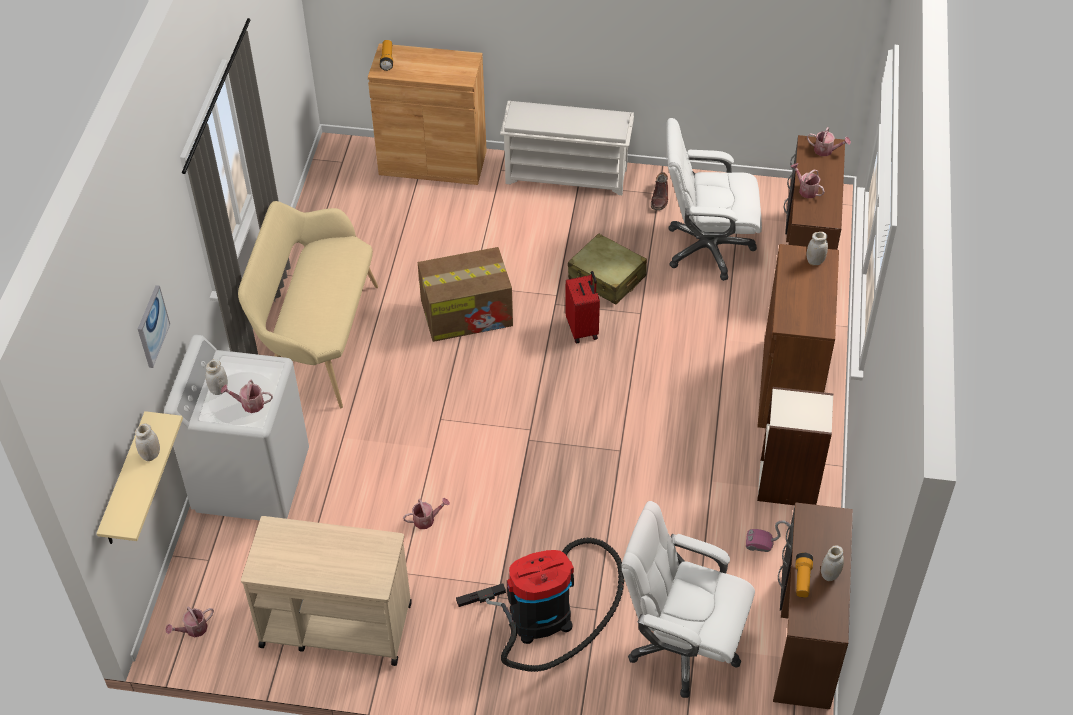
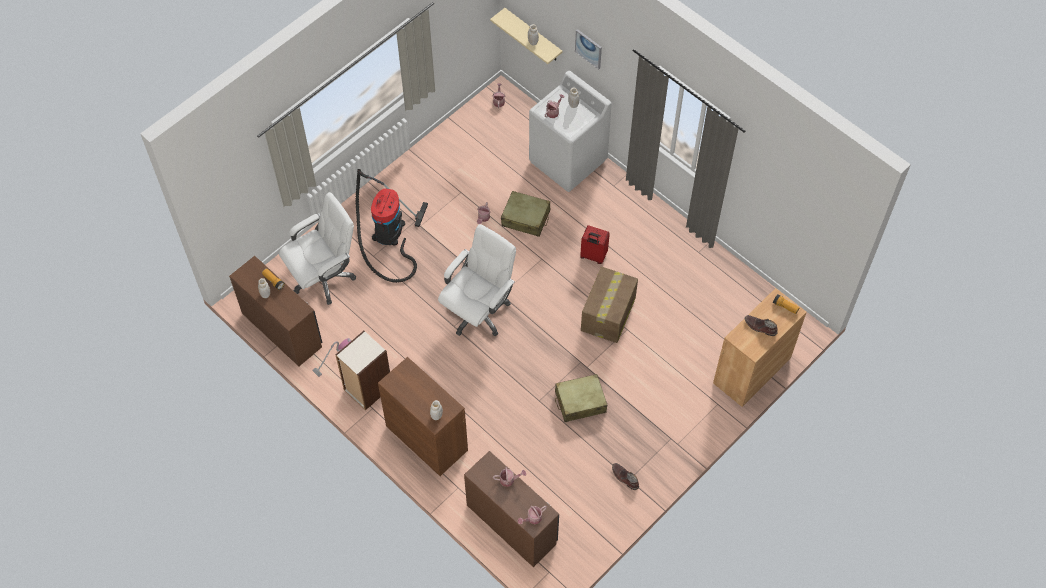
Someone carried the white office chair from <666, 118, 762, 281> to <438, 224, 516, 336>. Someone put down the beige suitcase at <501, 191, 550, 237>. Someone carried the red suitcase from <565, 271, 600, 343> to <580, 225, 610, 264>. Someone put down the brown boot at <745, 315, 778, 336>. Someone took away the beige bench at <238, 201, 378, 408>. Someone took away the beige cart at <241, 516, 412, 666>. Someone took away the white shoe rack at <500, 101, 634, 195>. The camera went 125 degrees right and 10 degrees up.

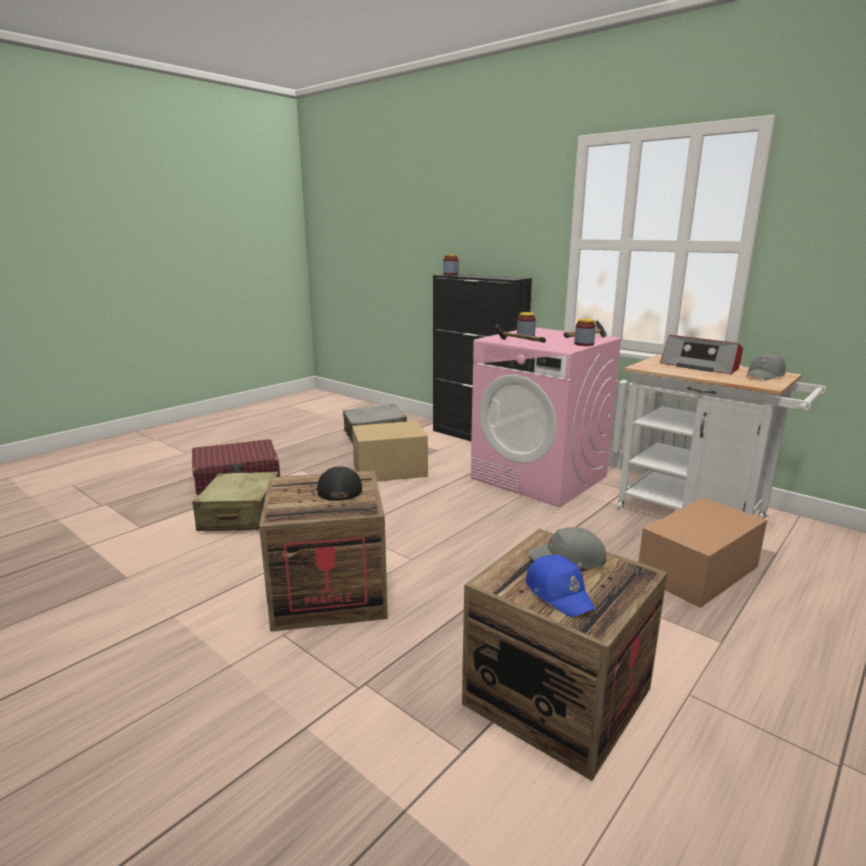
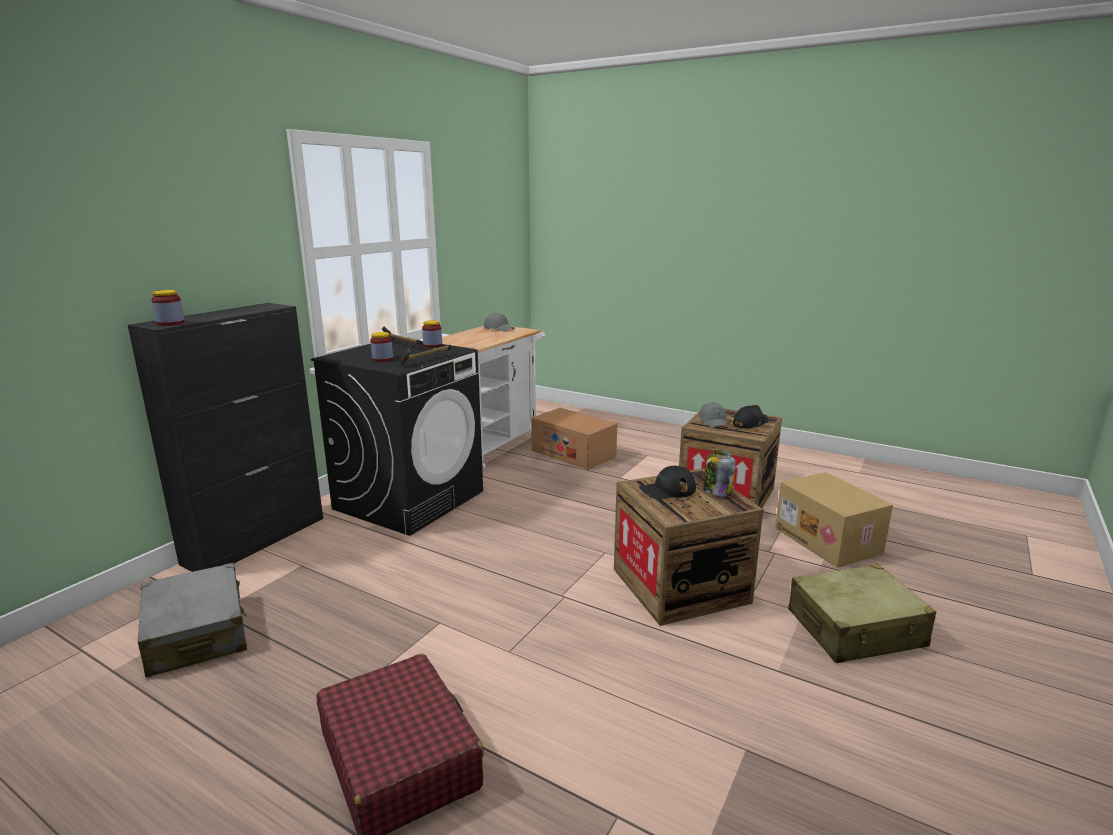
Someone repainted the pink washing machine at <471, 328, 623, 507>, which became the black washing machine at <311, 338, 483, 536>. Someone put down the jar at <703, 450, 735, 497>. Someone repainted the blue cap at <526, 555, 596, 617>, which became the black cap at <733, 405, 769, 429>. Someone carried the cardboard box from <352, 421, 428, 482> to <775, 472, 893, 568>. Someone carried the beige suitcase from <192, 472, 279, 531> to <788, 564, 936, 663>. Someone took away the radio at <660, 335, 743, 374>. The camera went 100 degrees left and 0 degrees up.

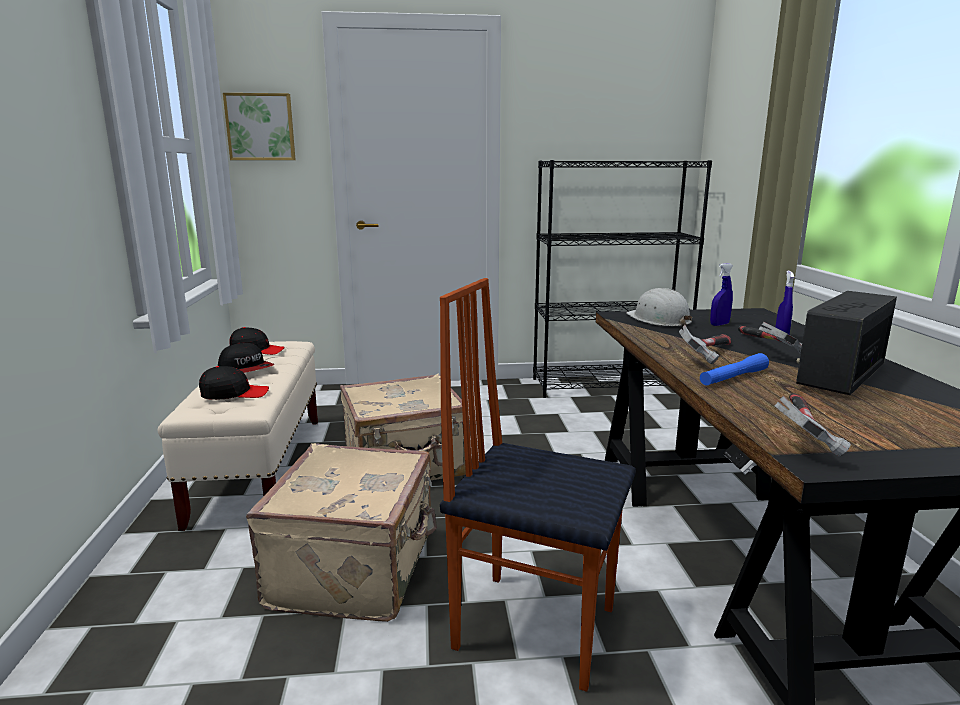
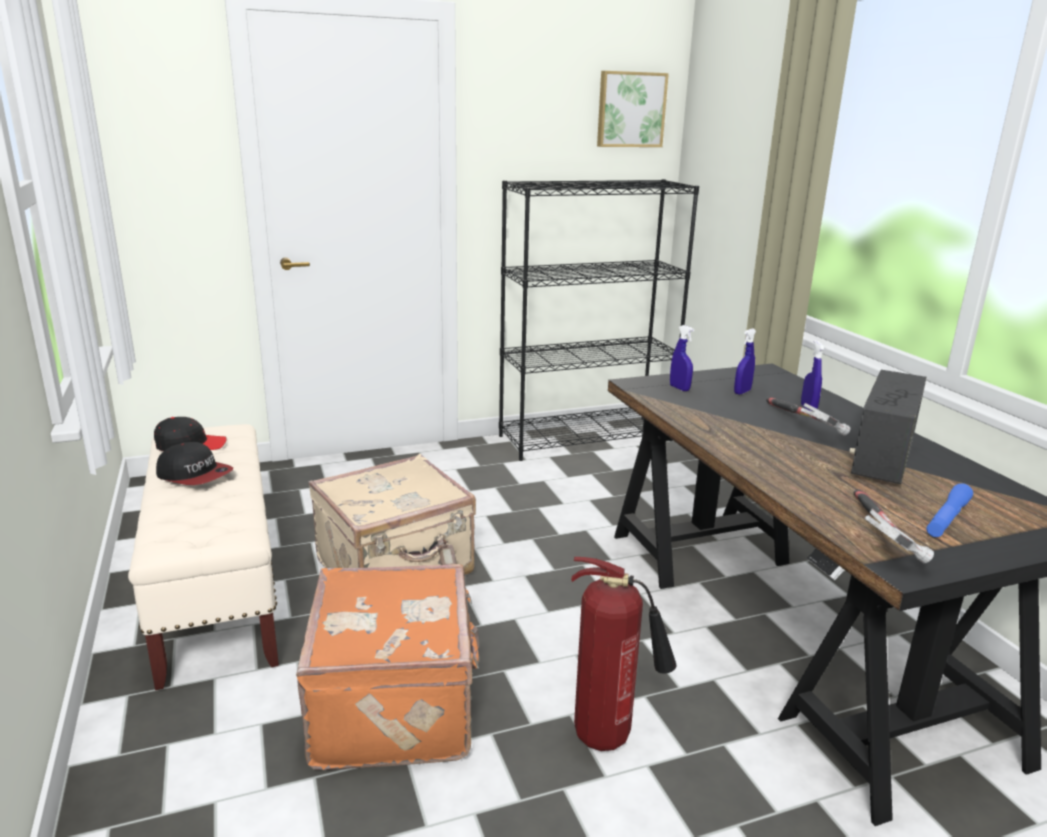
Someone repainted the beige suitcase at <246, 443, 437, 622>, which became the orange suitcase at <296, 564, 479, 770>. Someone swapped the chair at <440, 278, 636, 692> for the fire extinguisher at <571, 557, 677, 751>. Someone carried the picture from <223, 93, 296, 160> to <597, 71, 669, 147>. Someone swapped the white hard hat at <626, 288, 692, 327> for the blue spray bottle at <670, 325, 694, 391>. Someone carried the blue flashlight from <700, 353, 769, 386> to <926, 483, 973, 537>. Someone took away the black cap at <199, 366, 269, 400>. Someone took away the hammer at <679, 325, 732, 364>. The camera went 15 degrees left and 5 degrees up.

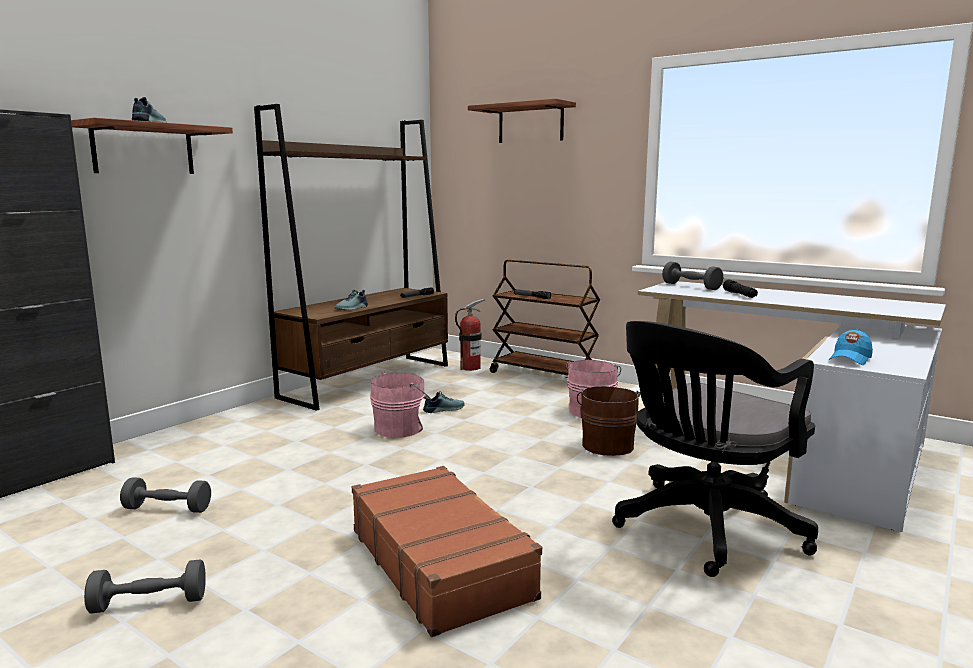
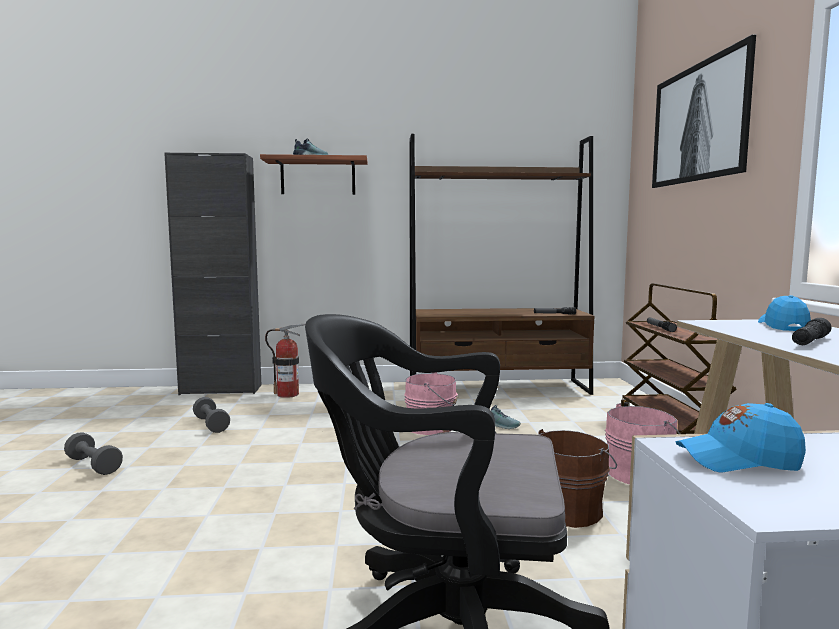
Someone carried the fire extinguisher from <455, 299, 485, 371> to <265, 323, 306, 398>. Someone swapped the shelf at <468, 99, 576, 143> for the picture at <652, 35, 756, 188>. Someone swapped the grey dumbbell at <662, 261, 723, 290> for the blue cap at <758, 295, 811, 331>. Someone took away the shoe at <335, 290, 368, 310>. Someone took away the brown suitcase at <352, 466, 542, 637>. The camera went 50 degrees right and 5 degrees down.

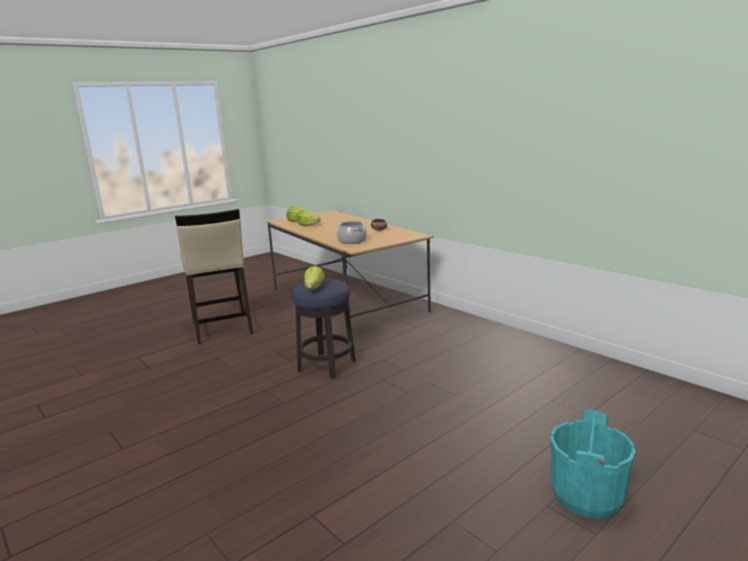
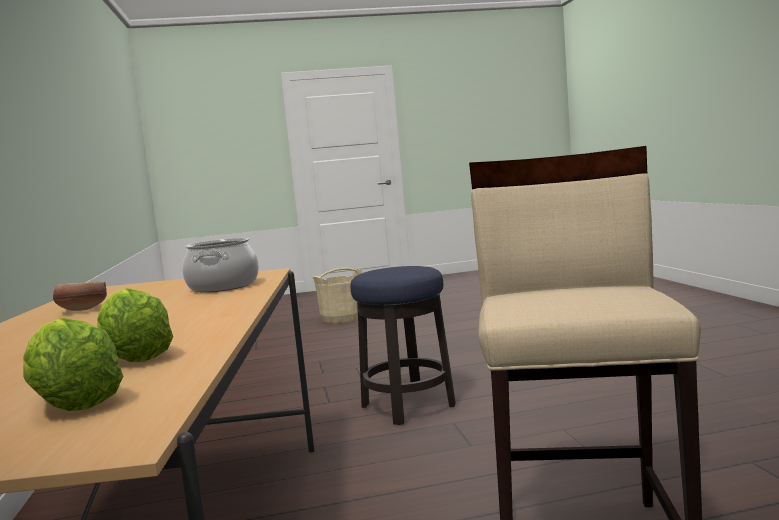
Someone repainted the turquoise bucket at <550, 409, 636, 518>, which became the beige bucket at <313, 268, 362, 323>. Someone took away the lettuce at <304, 266, 325, 290>. The camera went 150 degrees left and 10 degrees down.

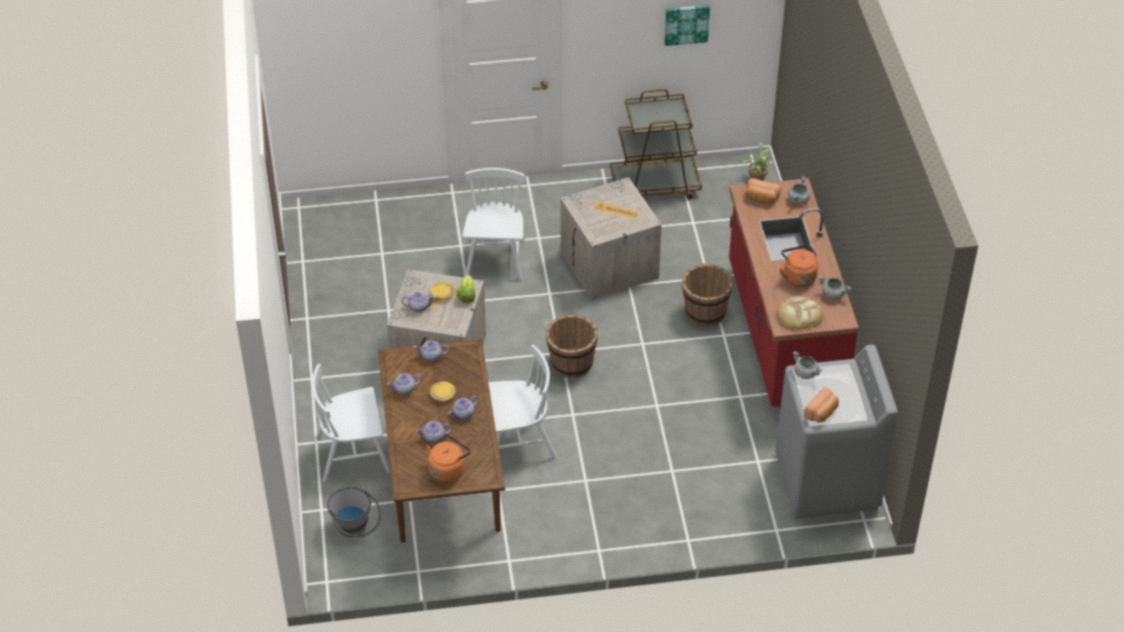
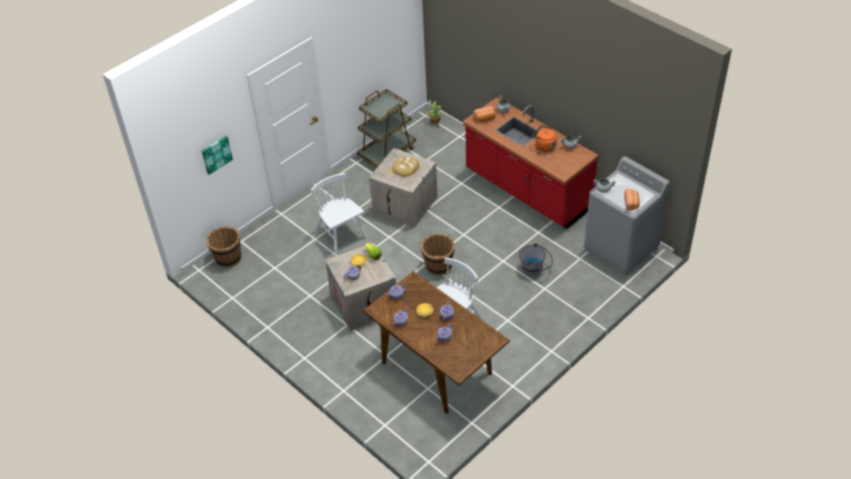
Someone carried the picture from <664, 5, 710, 46> to <202, 136, 233, 175>. Someone carried the brown bucket from <682, 264, 733, 327> to <206, 226, 241, 267>. Someone carried the bread from <777, 296, 824, 330> to <393, 157, 419, 176>. Someone carried the grey bucket from <327, 487, 381, 537> to <519, 243, 553, 276>. Someone took away the white chair at <312, 364, 390, 482>. Someone took away the orange kettle at <426, 435, 471, 483>. The camera went 35 degrees left and 0 degrees up.

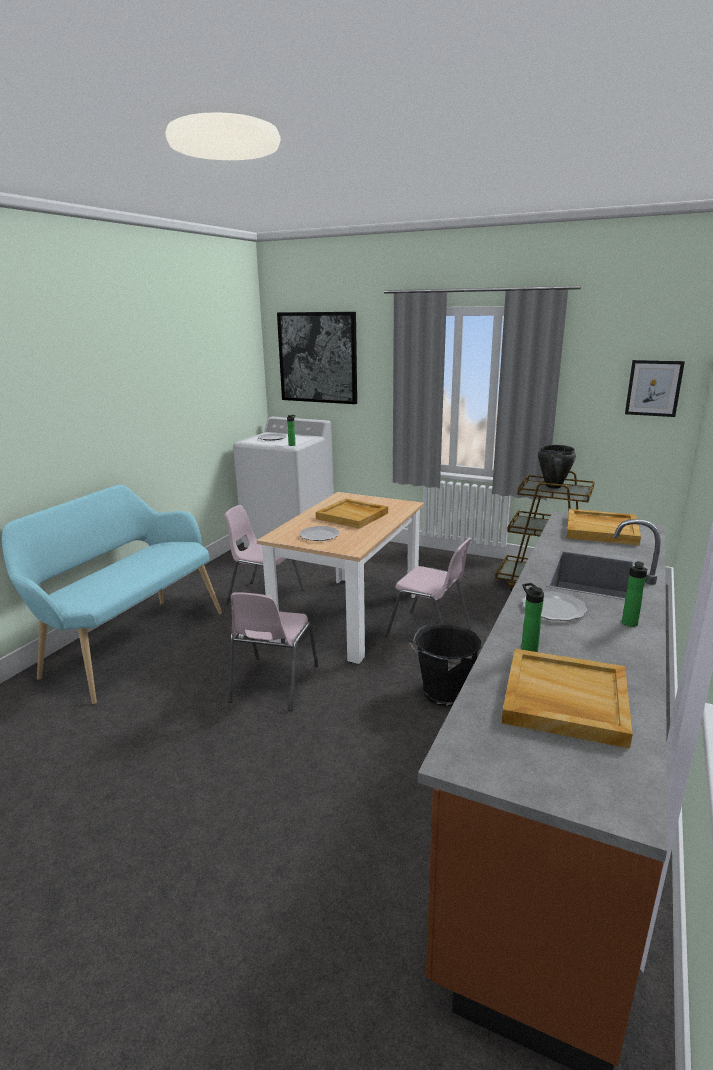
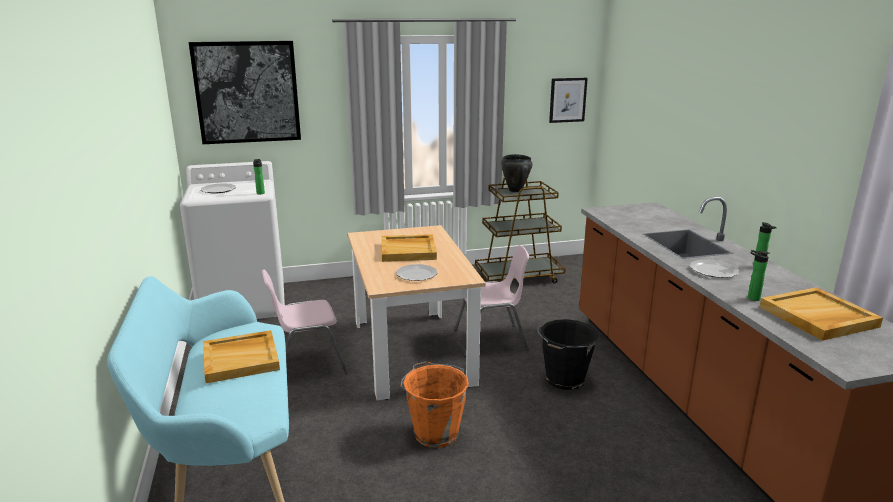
Someone carried the beige tray from <567, 509, 641, 546> to <203, 330, 280, 383>. Someone swapped the pink chair at <228, 592, 319, 711> for the orange bucket at <400, 361, 469, 448>. The camera went 40 degrees left and 0 degrees up.

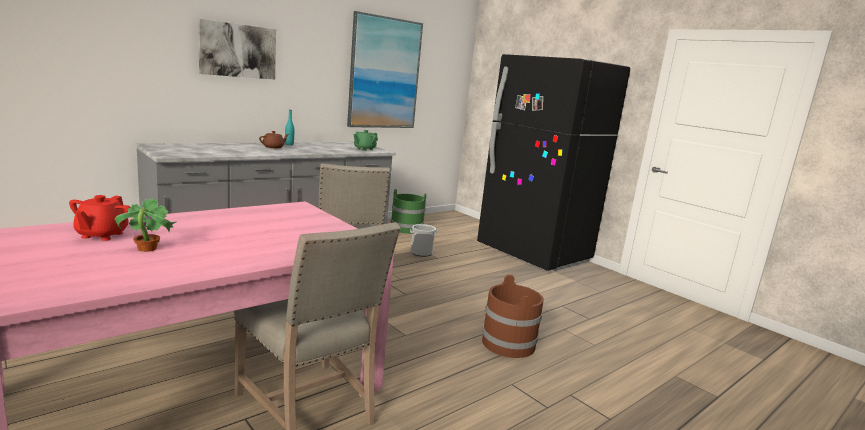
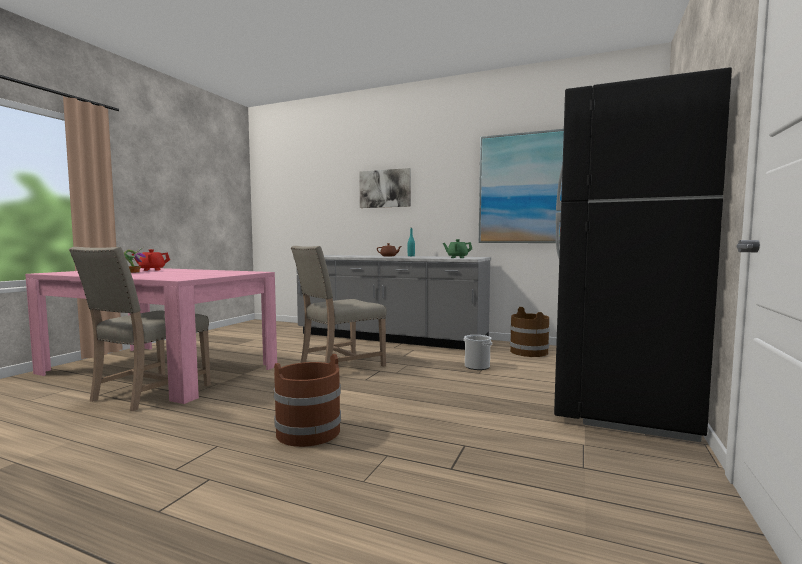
Someone repainted the green bucket at <391, 189, 426, 234>, which became the brown bucket at <510, 307, 550, 357>. The camera went 65 degrees right and 10 degrees down.

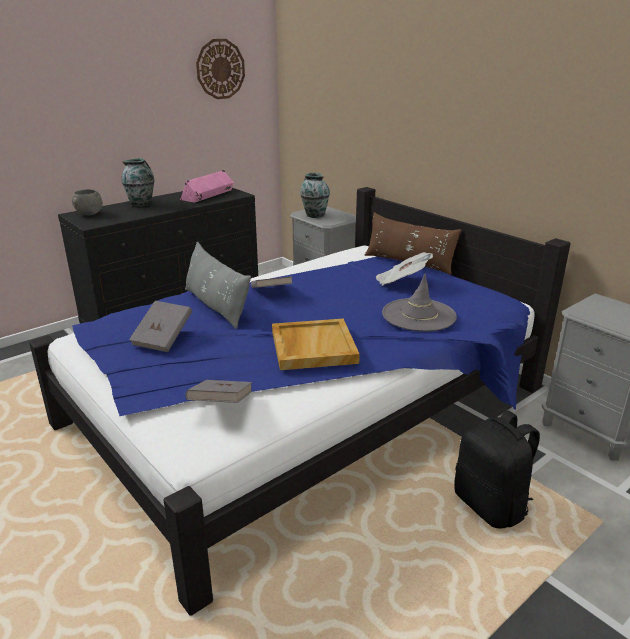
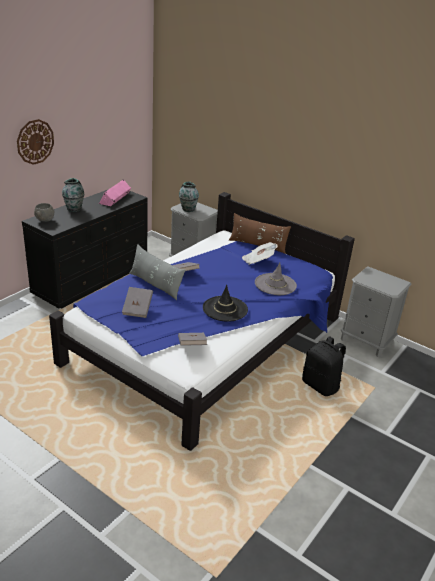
Someone carried the wall clock from <196, 39, 245, 99> to <17, 119, 54, 165>. Someone swapped the beige tray at <272, 319, 360, 370> for the black hat at <203, 285, 248, 322>. The camera went 15 degrees left and 5 degrees up.

